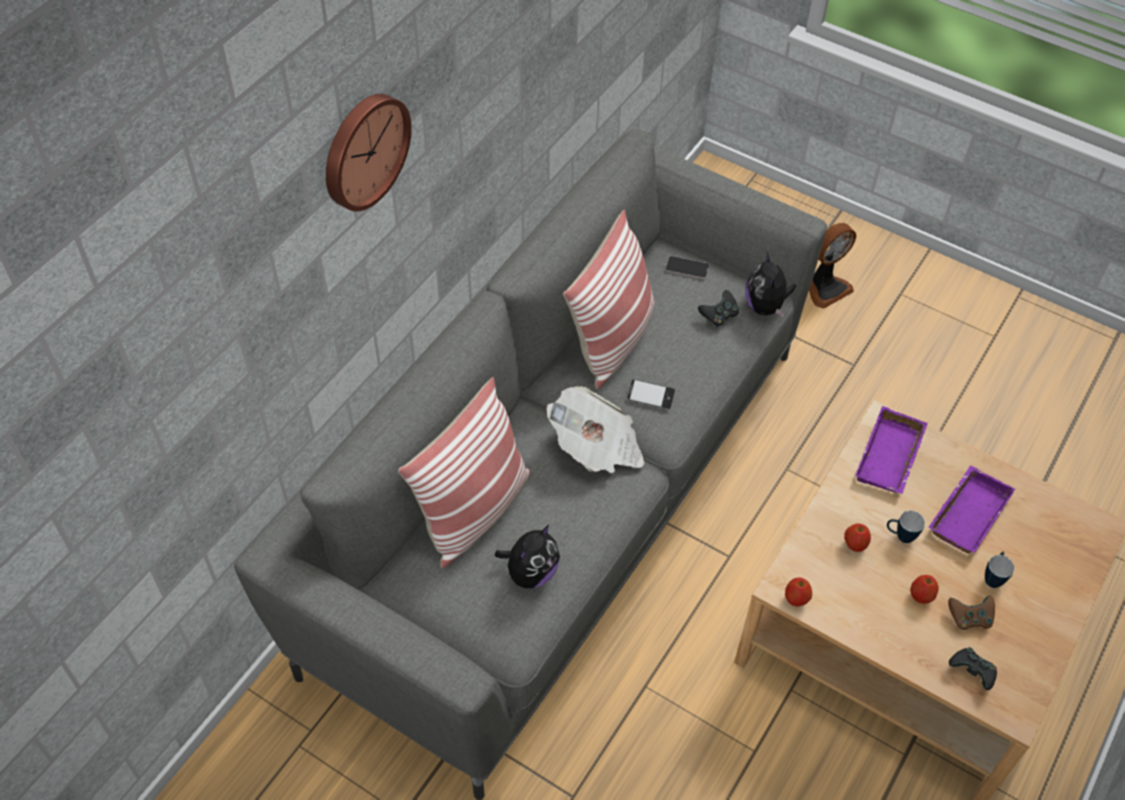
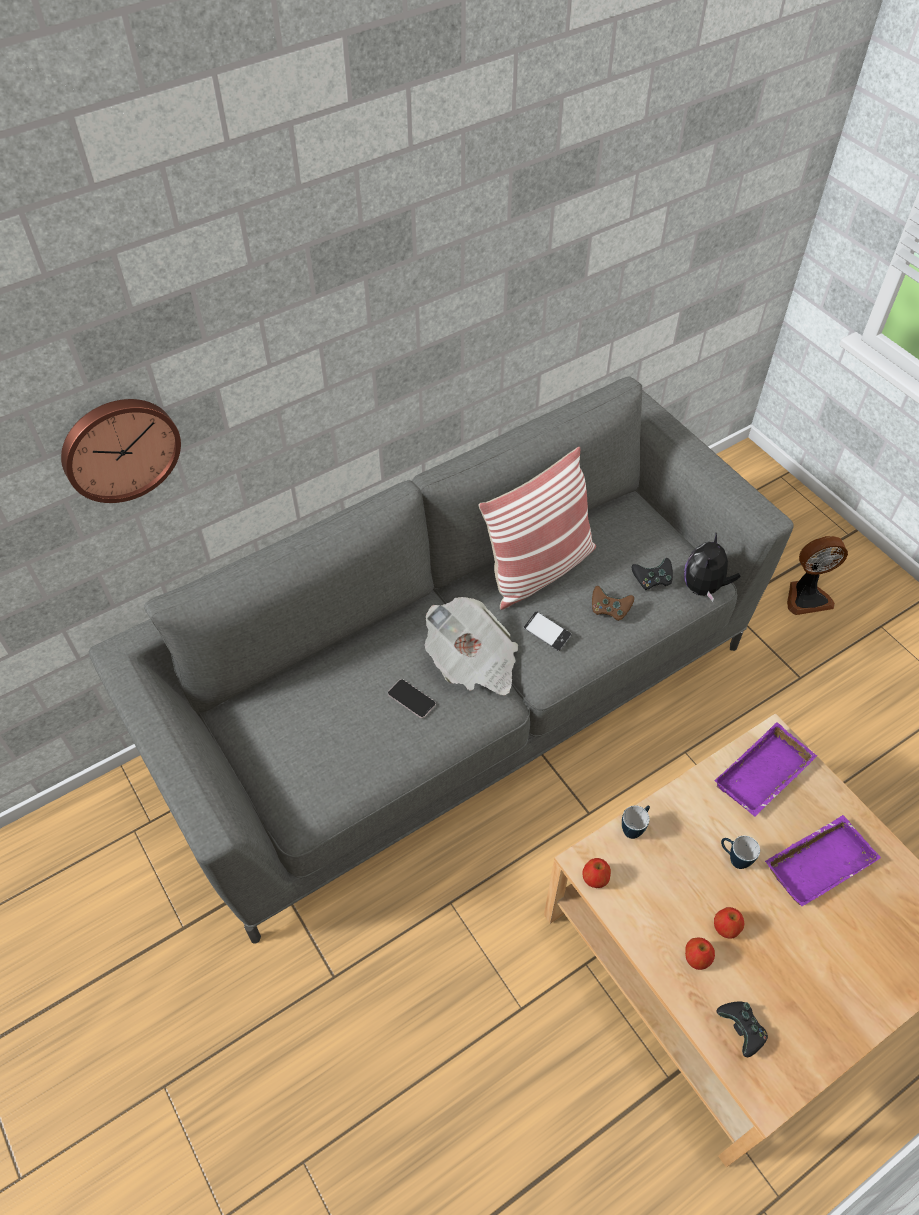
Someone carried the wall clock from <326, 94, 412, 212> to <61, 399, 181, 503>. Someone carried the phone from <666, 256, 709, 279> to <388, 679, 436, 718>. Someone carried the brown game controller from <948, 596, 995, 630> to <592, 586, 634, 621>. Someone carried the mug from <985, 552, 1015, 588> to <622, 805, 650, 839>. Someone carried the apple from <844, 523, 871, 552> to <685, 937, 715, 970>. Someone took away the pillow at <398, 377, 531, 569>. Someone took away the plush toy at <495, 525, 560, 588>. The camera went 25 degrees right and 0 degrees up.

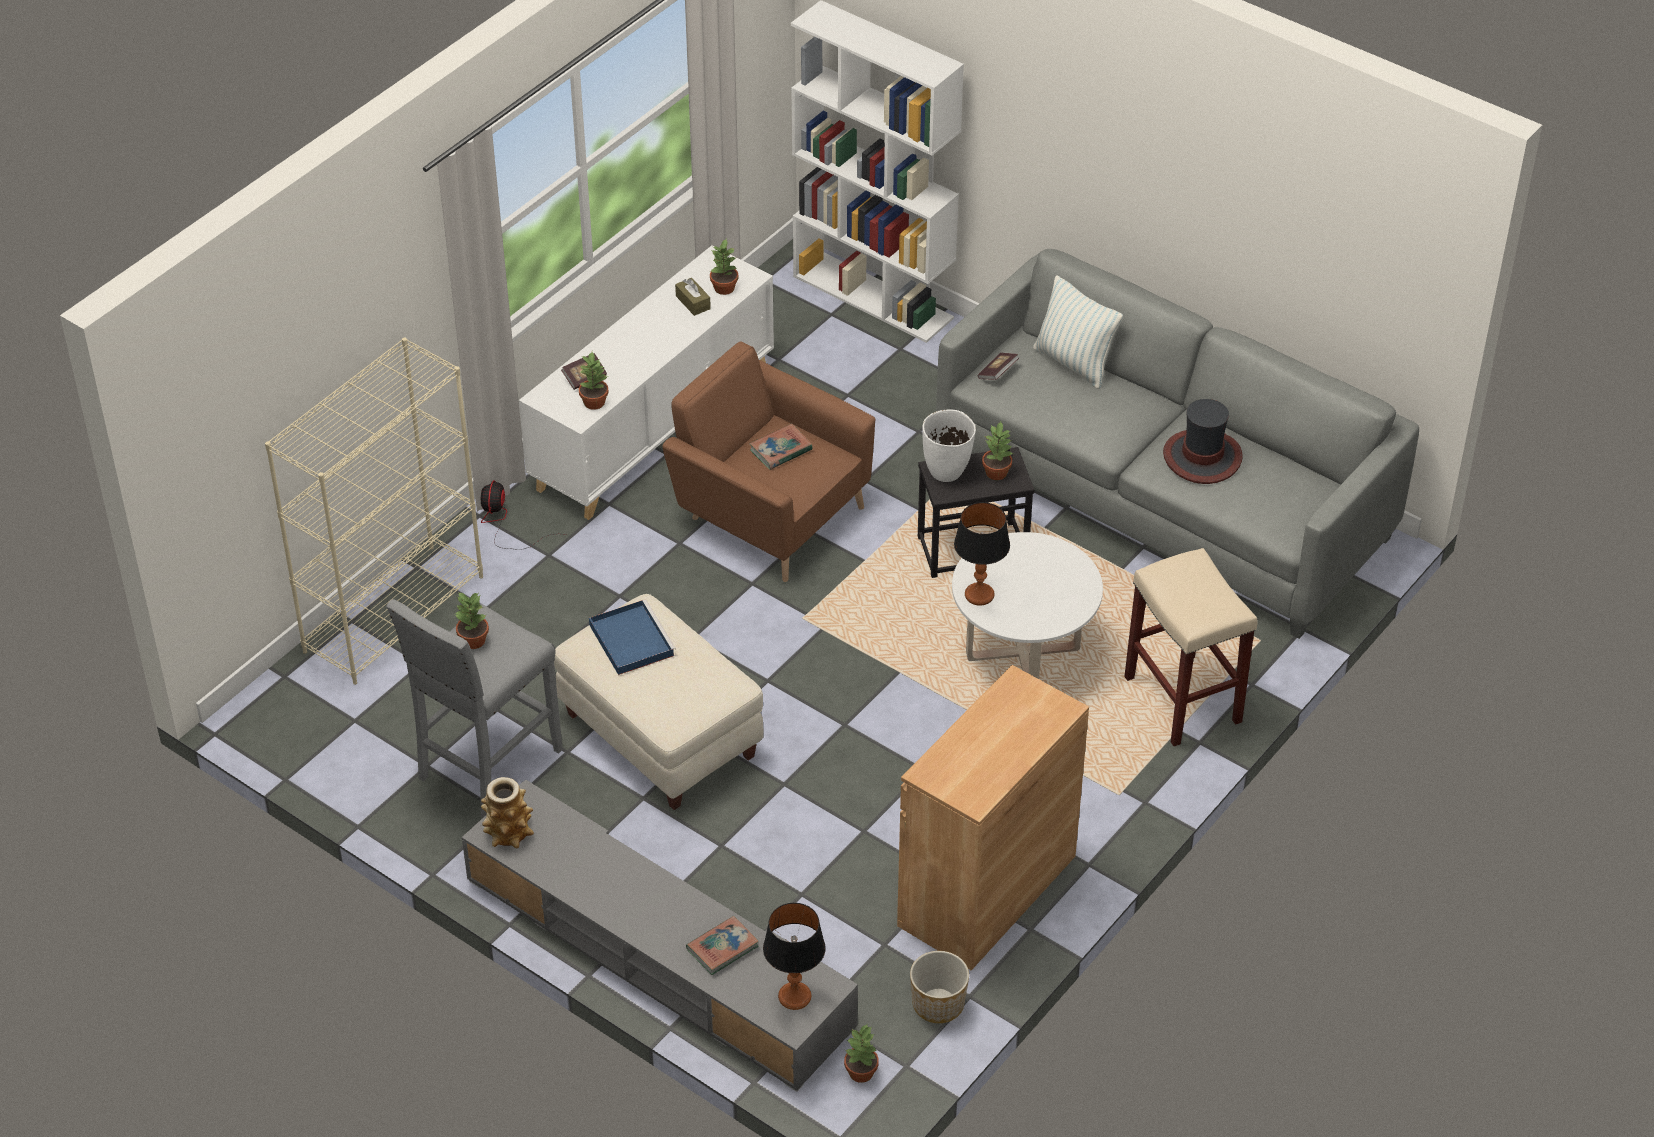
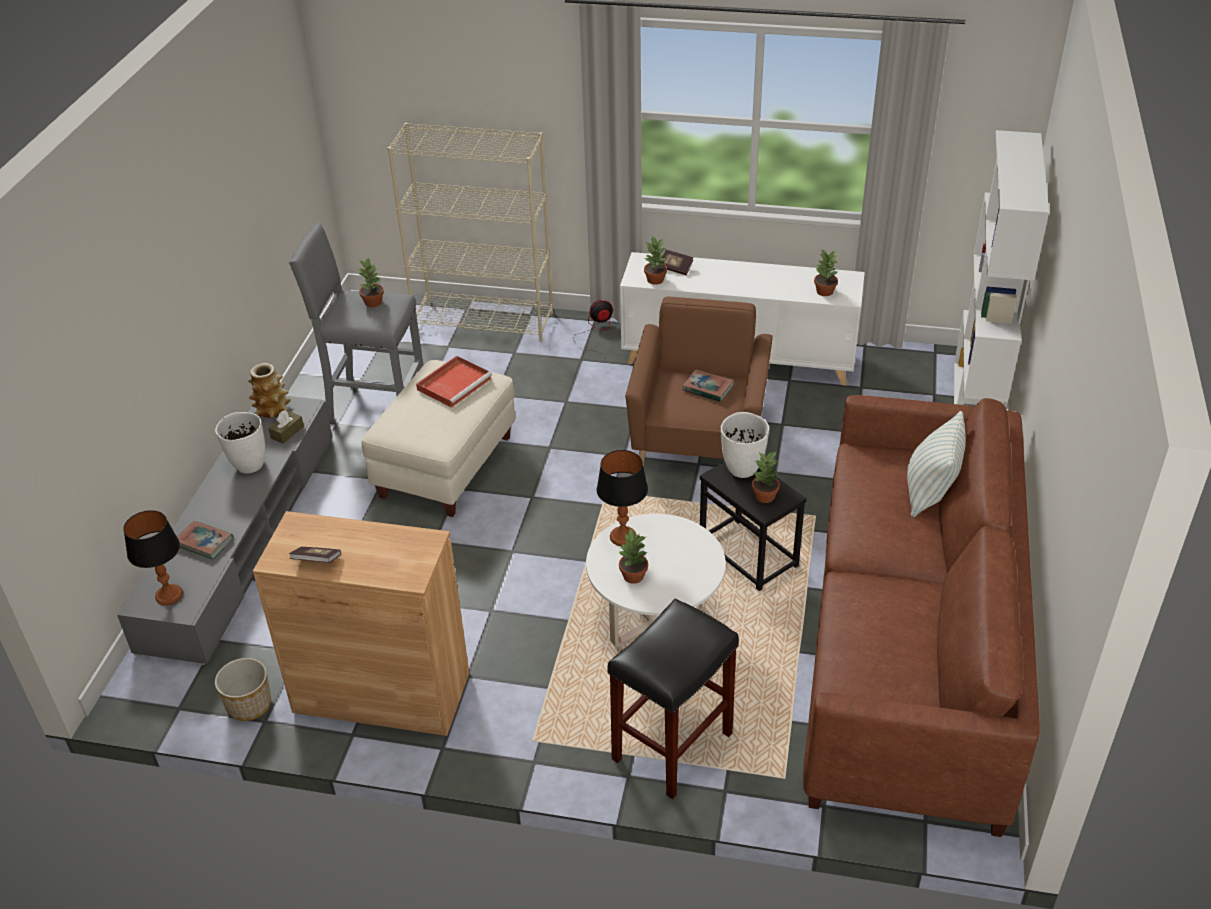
Someone put down the white vase at <215, 412, 265, 474>. Someone carried the brown tissue box from <675, 278, 711, 316> to <268, 410, 304, 444>. Someone carried the book from <978, 353, 1019, 380> to <289, 547, 341, 563>. Someone repainted the blue tray at <589, 600, 676, 675>, which became the red tray at <416, 356, 492, 408>. Someone repainted the beige stool at <1124, 548, 1258, 746>, which became the black stool at <607, 598, 739, 799>. Someone carried the potted plant from <844, 1024, 879, 1083> to <618, 528, 648, 584>. Someone repainted the grey sofa at <936, 249, 1419, 639>, which became the brown sofa at <803, 395, 1040, 837>. Someone took away the hat at <1163, 399, 1243, 484>. The camera went 65 degrees right and 5 degrees down.

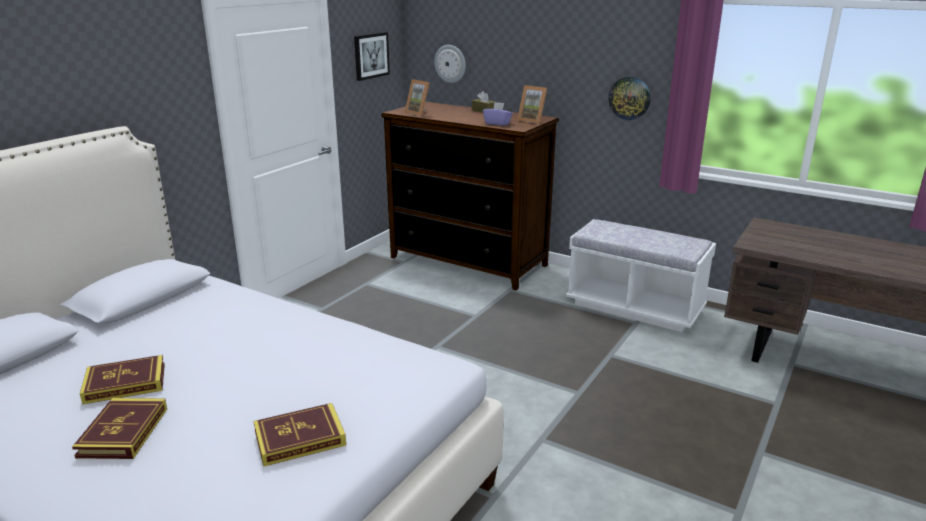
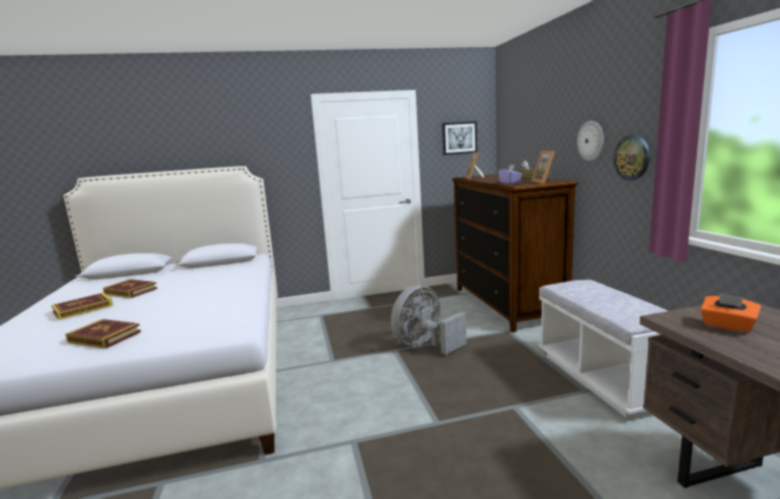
Someone put down the grey fan at <391, 285, 467, 355>. Someone carried the wall clock from <434, 45, 466, 83> to <577, 121, 604, 161>. Someone put down the orange tissue box at <701, 293, 761, 333>. The camera went 45 degrees right and 10 degrees down.

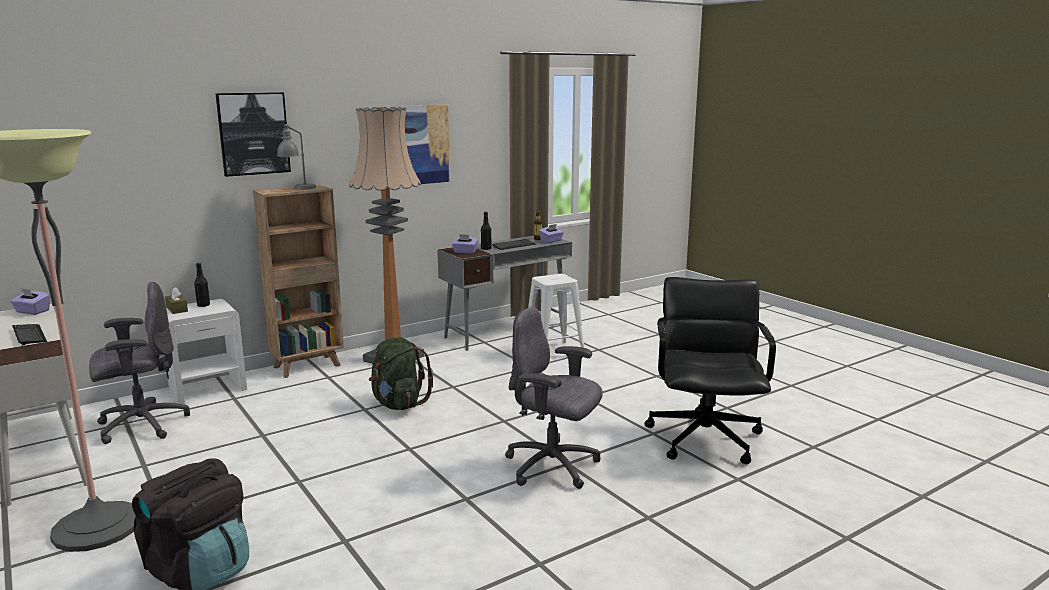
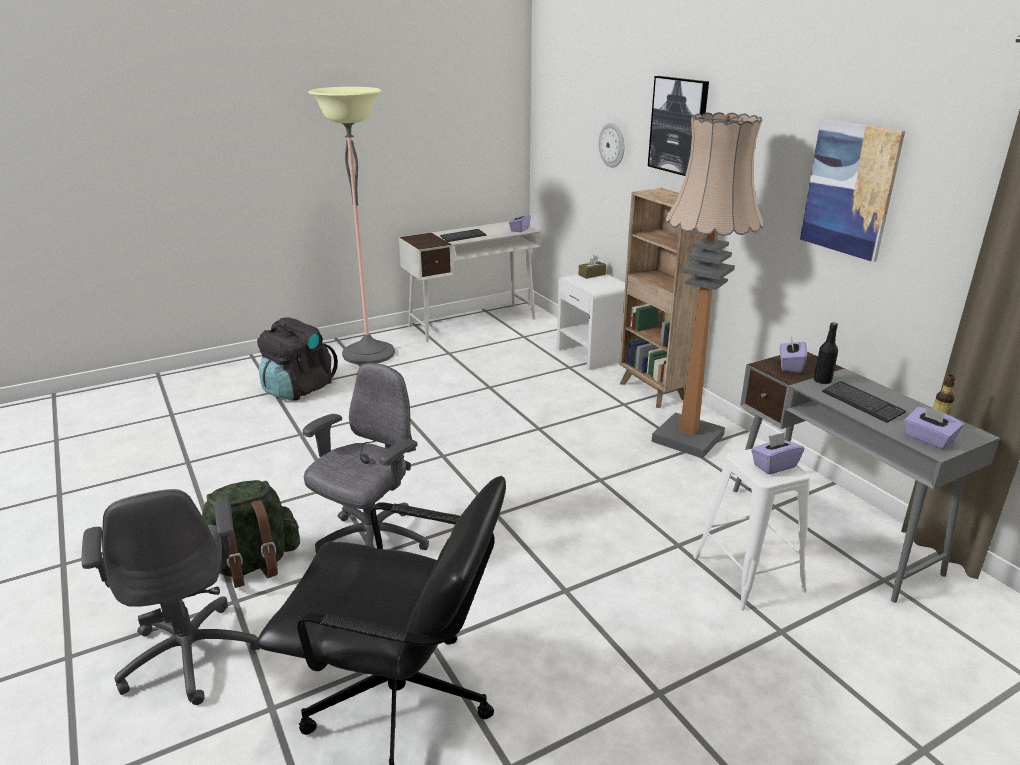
Someone carried the grey office chair from <89, 282, 190, 444> to <81, 489, 260, 705>. Someone carried the green backpack from <369, 337, 433, 410> to <202, 480, 300, 588>. Someone put up the wall clock at <599, 123, 624, 168>. Someone put down the purple tissue box at <751, 432, 804, 474>. Someone took away the black bottle at <194, 263, 210, 307>. Someone took away the grey table lamp at <277, 124, 316, 190>. The camera went 95 degrees right and 10 degrees up.

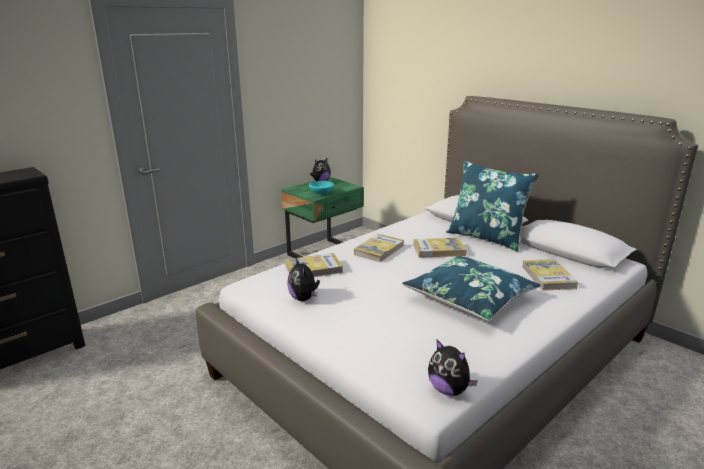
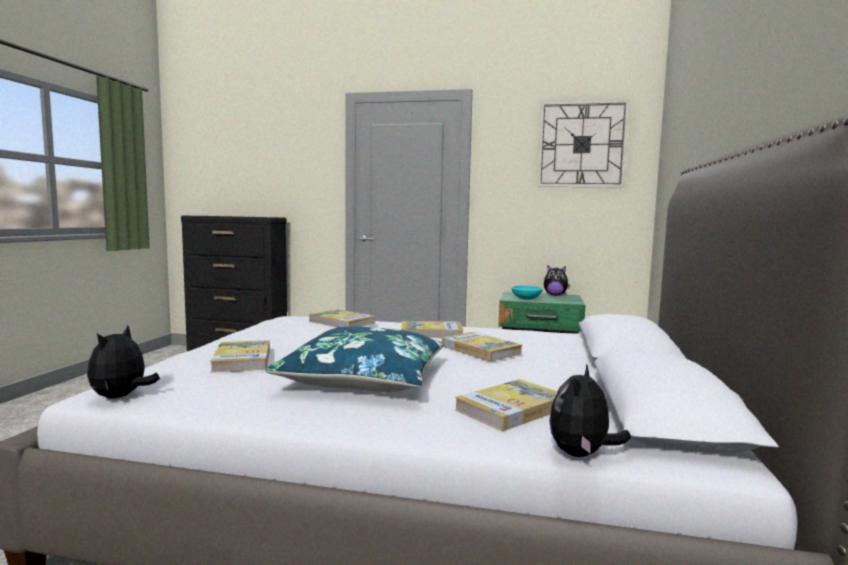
Someone put down the book at <210, 340, 270, 373>. Someone put up the wall clock at <537, 100, 630, 187>. Someone carried the plush toy from <287, 257, 320, 301> to <549, 363, 631, 457>. Someone took away the blue pillow at <446, 161, 539, 252>. The camera went 55 degrees right and 15 degrees down.

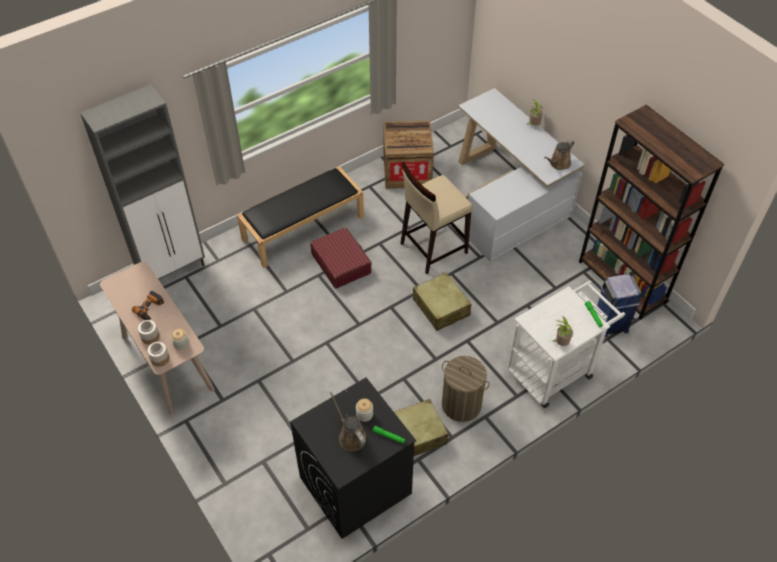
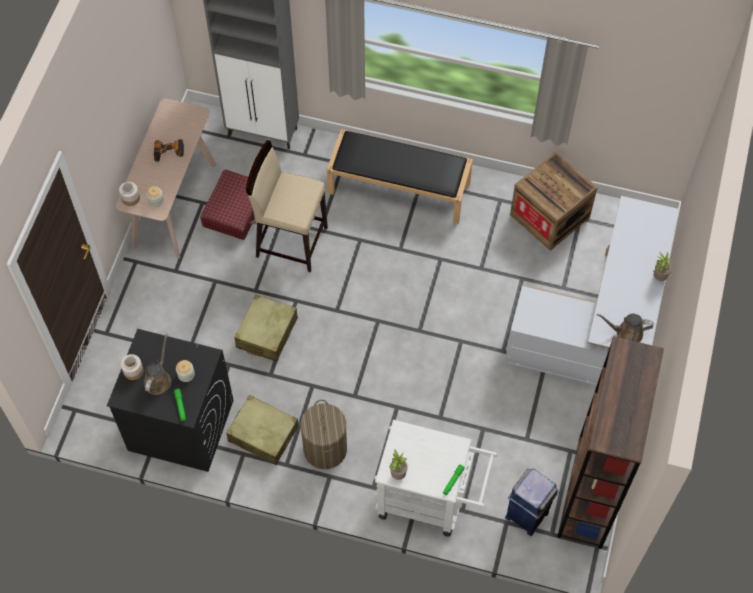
Someone carried the jar from <138, 320, 160, 344> to <121, 354, 144, 380>. Someone carried the red suitcase from <310, 227, 372, 289> to <200, 169, 256, 240>. Someone carried the beige suitcase from <413, 273, 471, 331> to <234, 295, 298, 362>. Someone carried the beige stool from <400, 162, 473, 274> to <246, 140, 328, 272>. The camera went 50 degrees right and 10 degrees up.

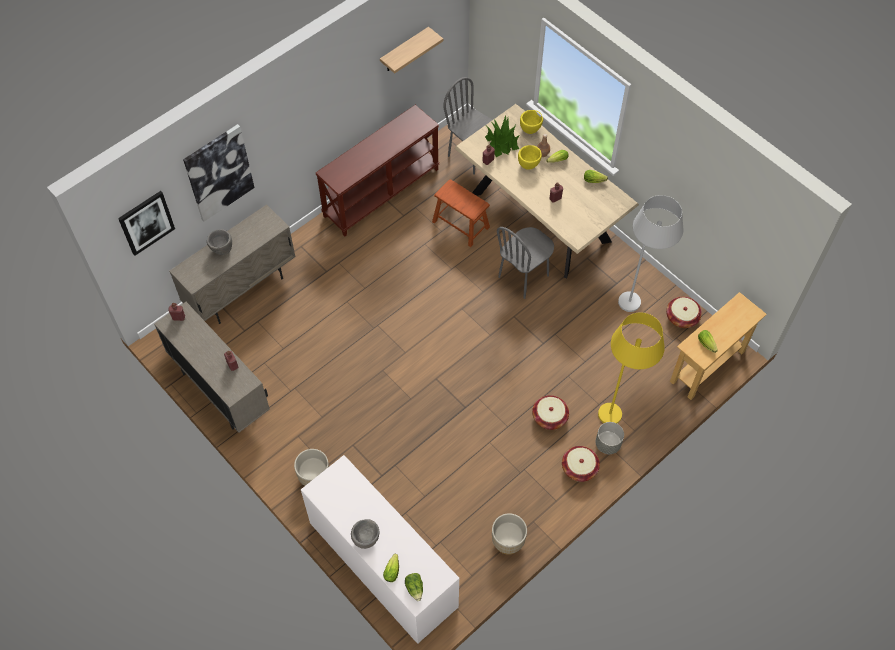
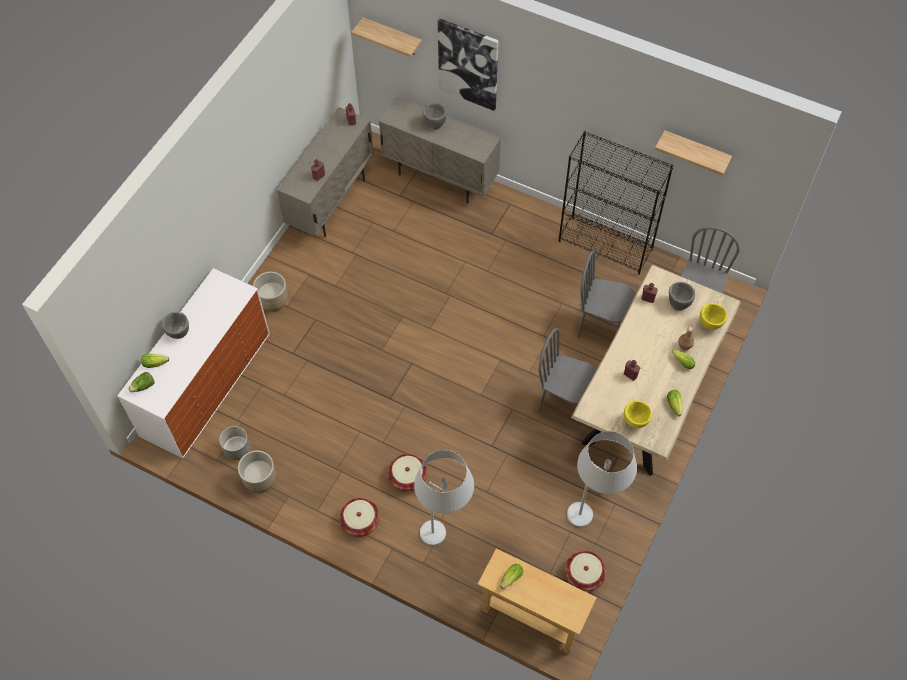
Someone carried the grey planter from <596, 422, 624, 454> to <220, 426, 250, 460>. Someone swapped the picture at <118, 191, 175, 256> for the shelf at <351, 17, 422, 57>. Someone repainted the yellow floor lamp at <598, 312, 665, 423>, which became the white floor lamp at <414, 450, 474, 546>. Someone swapped the brown console table at <316, 105, 439, 237> for the black bookcase at <559, 131, 674, 275>. Someone swapped the brown stool at <432, 180, 490, 247> for the grey chair at <577, 251, 636, 338>. Someone carried the yellow bowl from <518, 145, 542, 170> to <624, 400, 652, 428>. Someone swapped the potted plant at <485, 115, 520, 157> for the grey bowl at <669, 282, 695, 311>. The camera went 70 degrees right and 0 degrees up.

